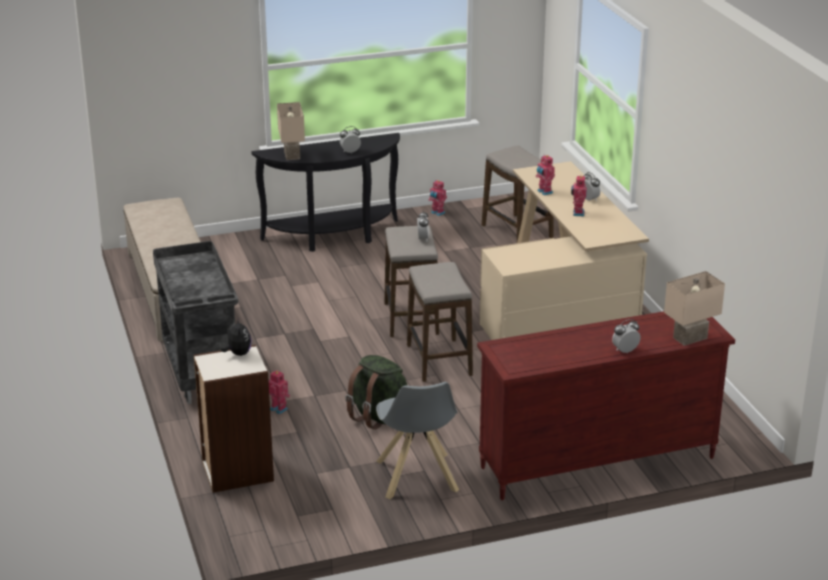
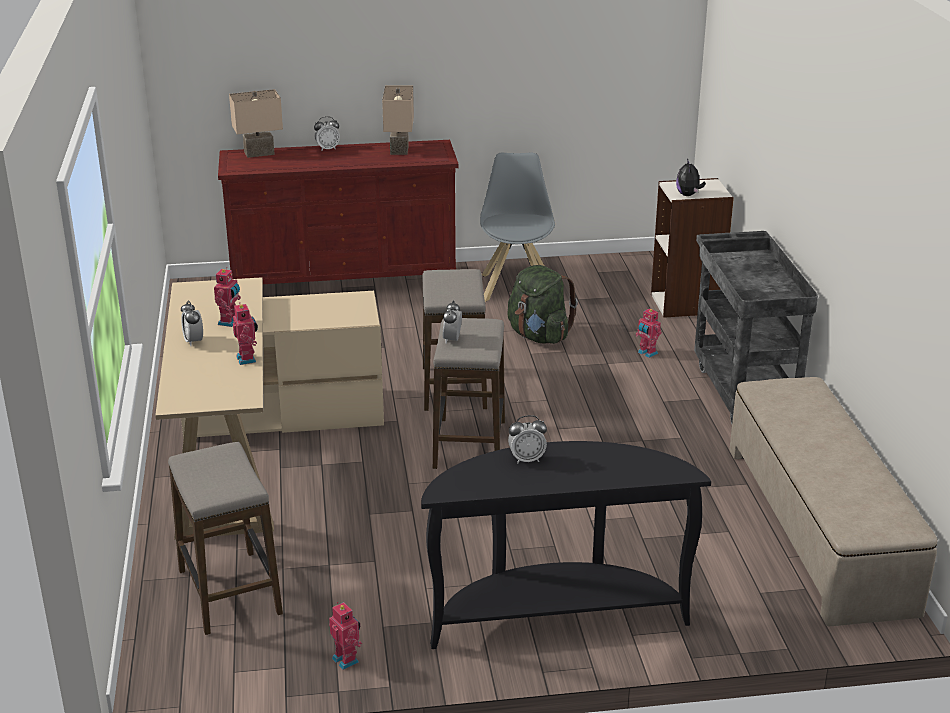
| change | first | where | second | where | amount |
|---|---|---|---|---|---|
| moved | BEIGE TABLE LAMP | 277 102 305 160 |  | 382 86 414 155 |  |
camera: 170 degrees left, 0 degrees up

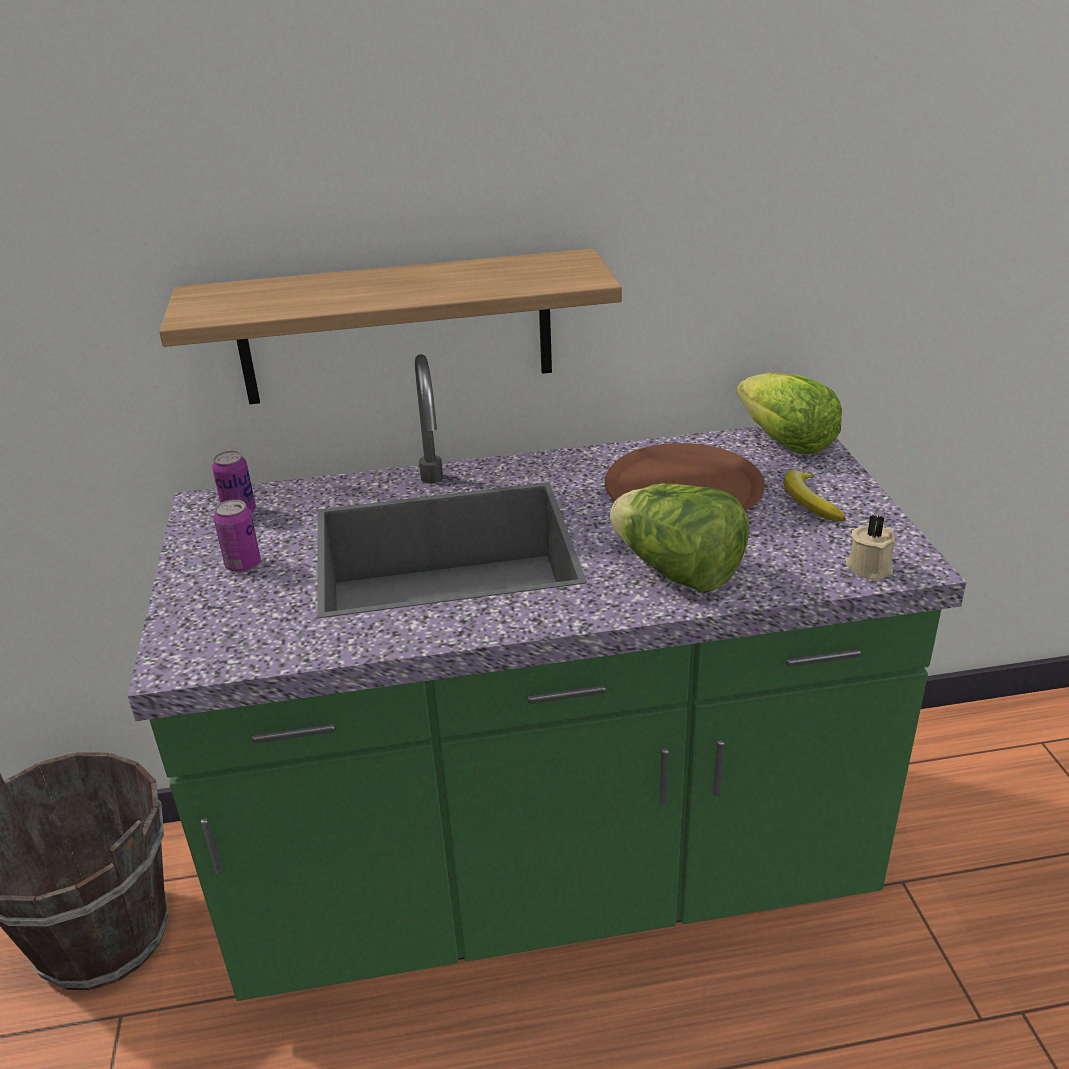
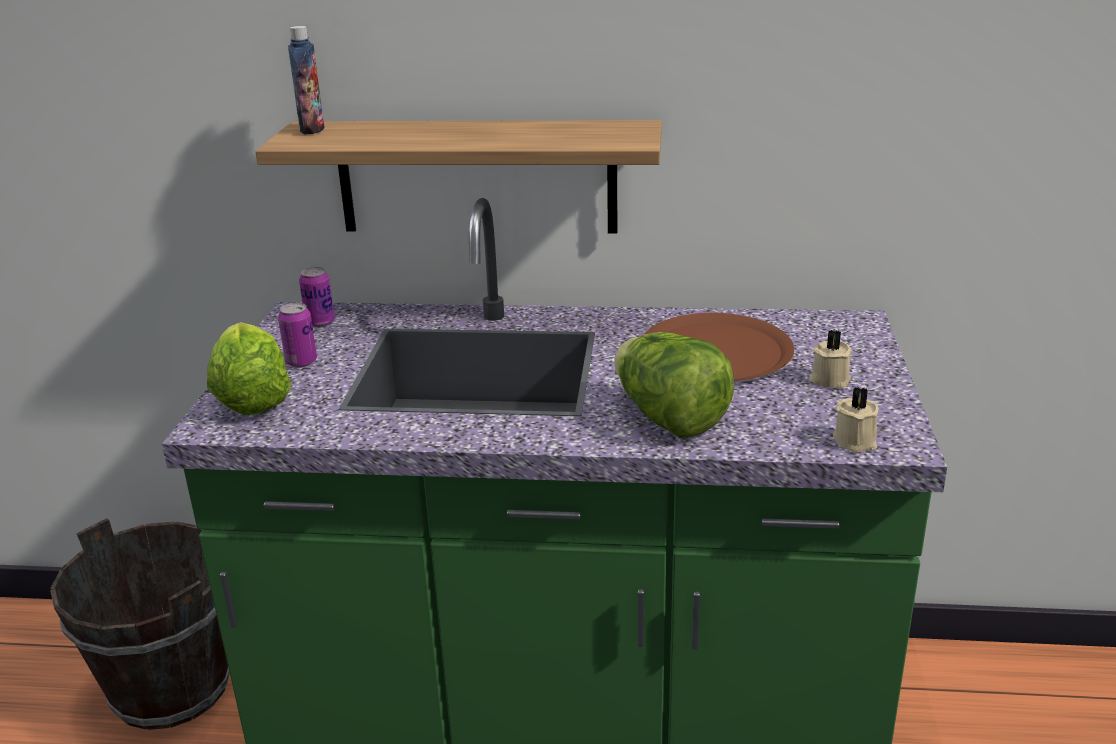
| change | first | where | second | where | amount |
|---|---|---|---|---|---|
| added |  |  | BEVERAGE BOTTLE | 288 26 324 135 |  |
| moved | LETTUCE HEAD | 737 373 842 454 |  | 207 322 291 415 |  |
| replaced | WHOLE BANANA | 783 470 846 522 | BEIGE WAX CANDLE | 809 330 852 388 |  |
camera: 15 degrees right, 5 degrees down

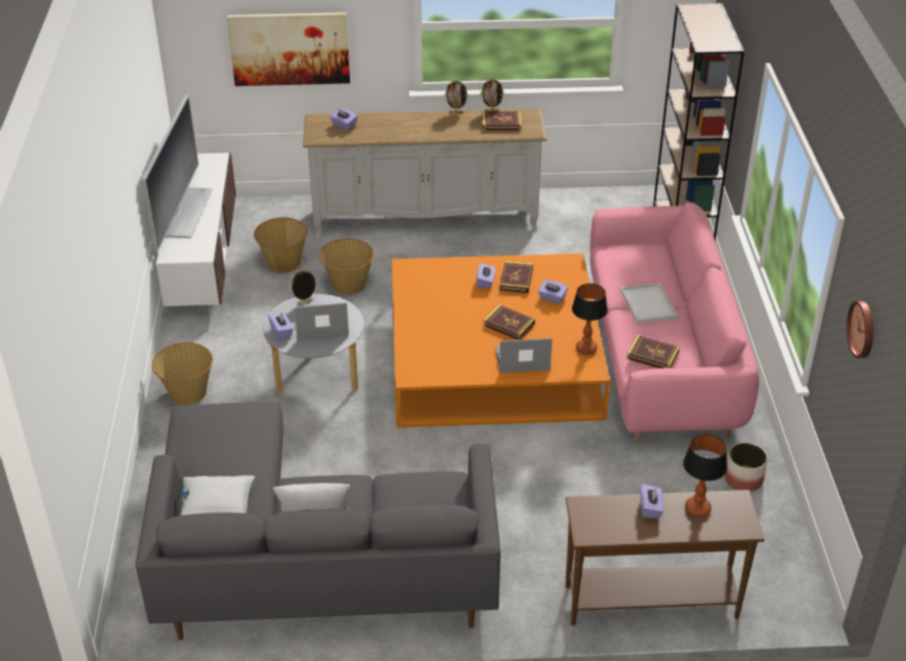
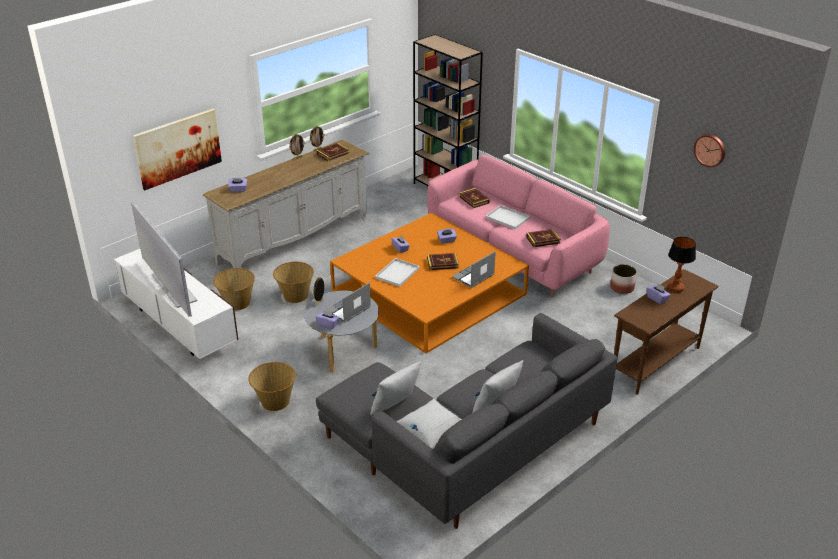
| change | first | where | second | where | amount |
|---|---|---|---|---|---|
| removed | TABLE LAMP | 572 283 608 355 |  |  |  |
| added |  |  | GREYISH THROW PILLOW | 370 361 422 415 |  |
| added |  |  | WHITISH CARRYING TRAY | 375 258 420 287 |  |
| moved | BOOK | 500 261 533 293 |  | 459 188 490 208 |  |
camera: 40 degrees left, 5 degrees down

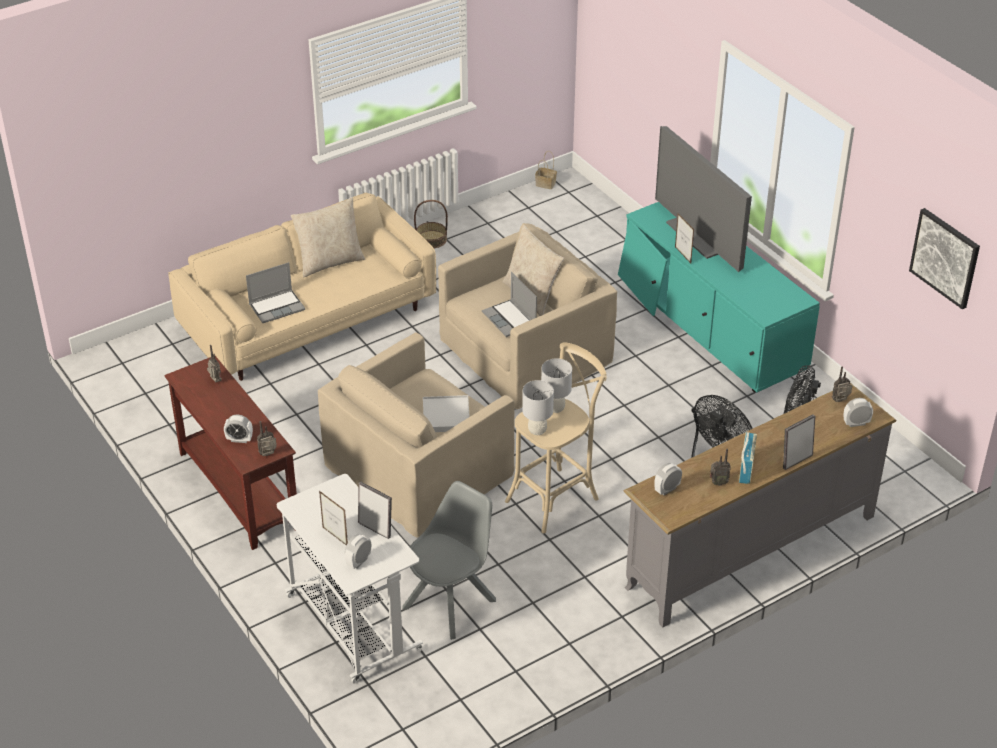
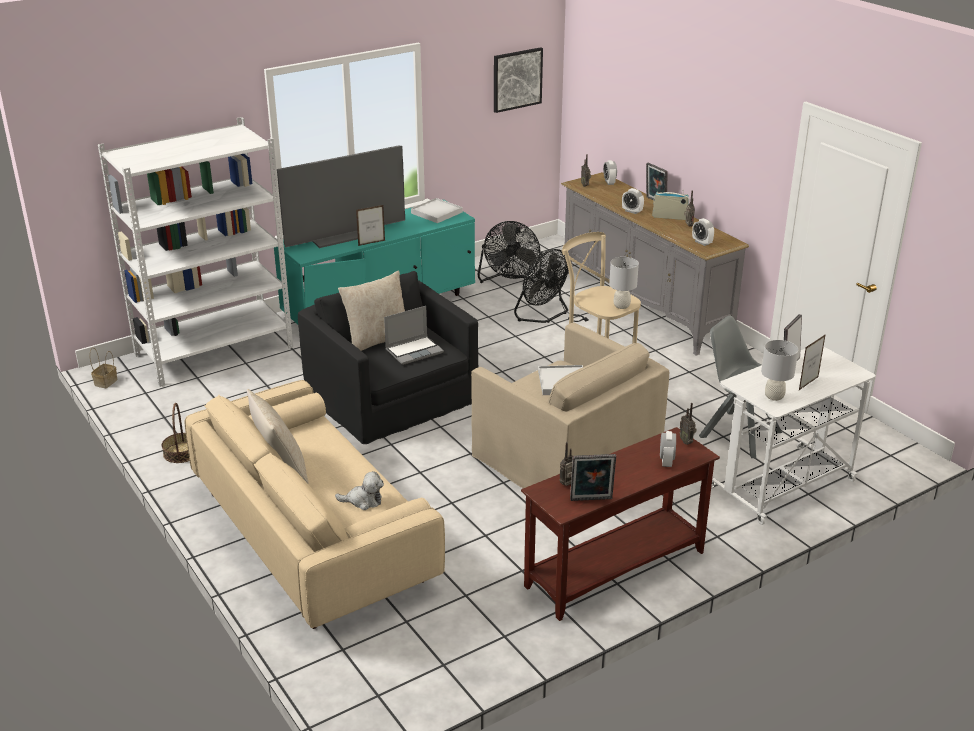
| change | first | where | second | where | amount |
|---|---|---|---|---|---|
| added |  |  | WHITISH BOOKSHELF | 98 117 293 387 |  |
| added |  |  | WHITISH CARRYING TRAY | 411 198 463 223 |  |
| added |  |  | PICTURE FRAME | 570 454 616 501 |  |
| moved | ALARM CLOCK | 345 535 371 569 |  | 622 188 644 214 |  |
| moved | GREYISH TABLE LAMP | 541 358 572 413 |  | 761 340 798 401 |  |
| replaced | PORTABLE COMPUTER | 246 262 305 323 | PLUSH TOY | 335 471 384 510 |  |
| recoloured | BEIGE LOUNGE CHAIR | 438 223 617 409 | BLACK LOUNGE CHAIR | 298 271 478 444 |  |
camera: 90 degrees left, 10 degrees down

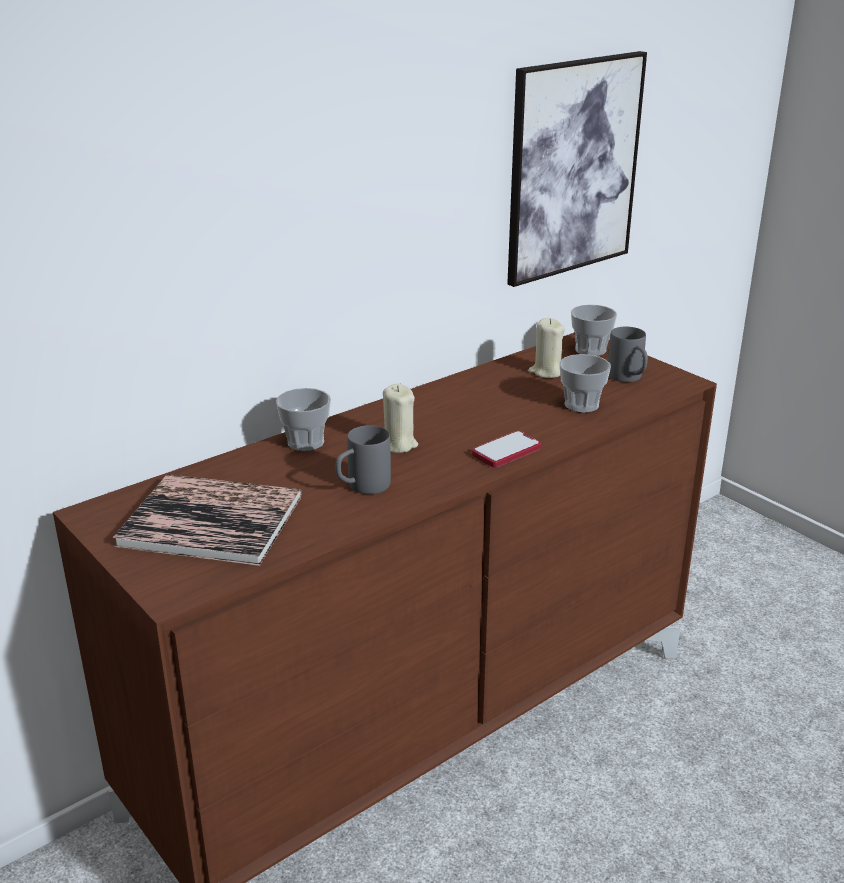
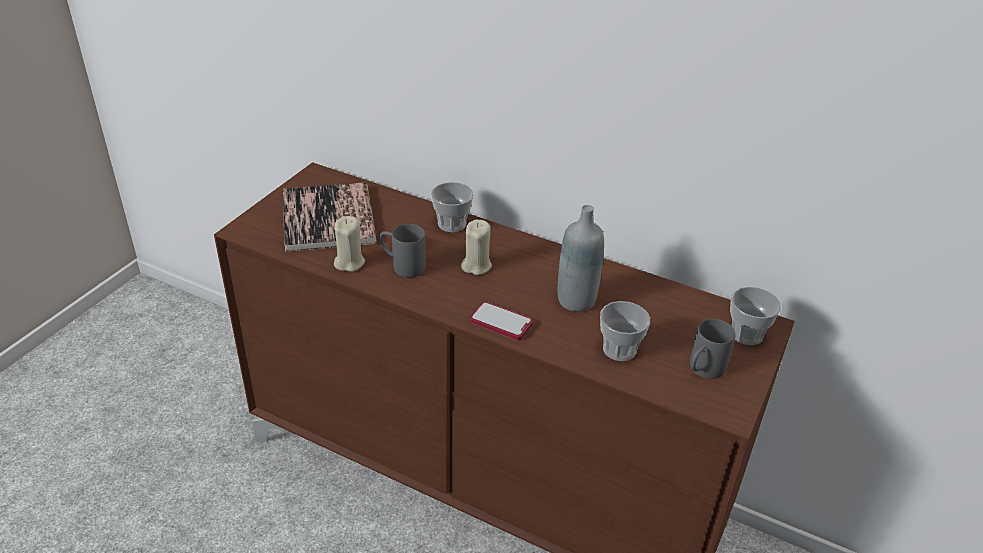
| change | first | where | second | where | amount |
|---|---|---|---|---|---|
| removed | PICTURE | 507 51 647 287 |  |  |  |
| added |  |  | GREYISH BEVERAGE BOTTLE | 558 205 604 312 |  |
| moved | BEIGE WAX CANDLE | 528 318 565 378 |  | 334 216 365 272 |  |
camera: 65 degrees right, 10 degrees up

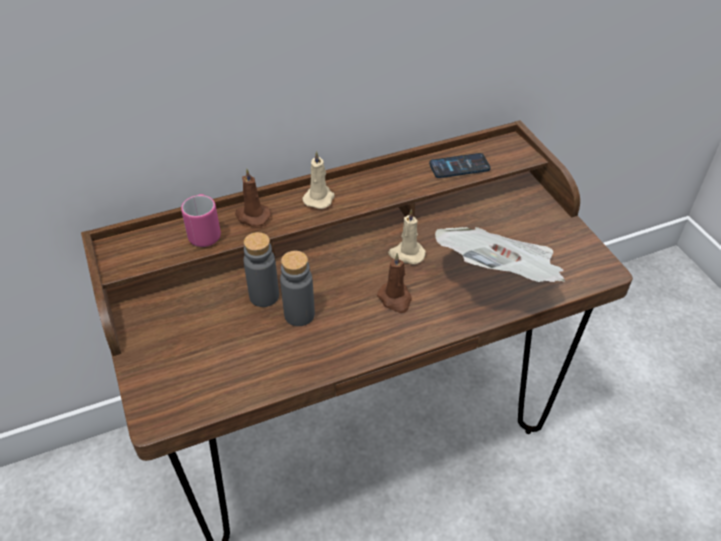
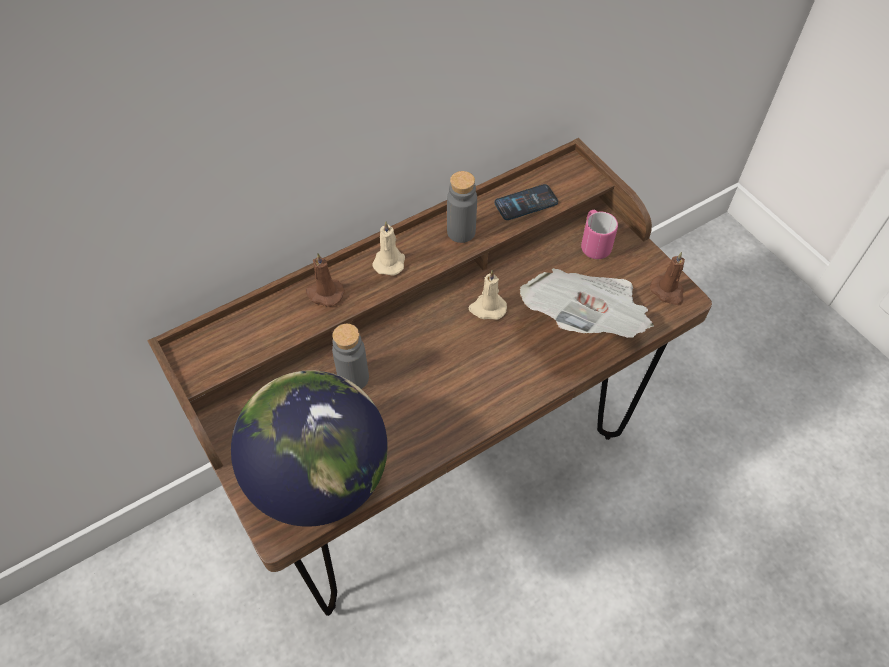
| change | first | where | second | where | amount |
|---|---|---|---|---|---|
| added |  |  | DESK GLOBE | 231 370 388 527 |  |
| moved | PINK-COLOURED COFFEE MUG | 181 194 221 247 |  | 581 210 618 259 |  |
| moved | GREYISH BEVERAGE BOTTLE | 280 251 315 326 |  | 447 171 477 243 |  |
| moved | BROWNISH WAX CANDLE | 377 253 412 313 |  | 650 252 685 305 |  |
camera: 10 degrees left, 10 degrees up

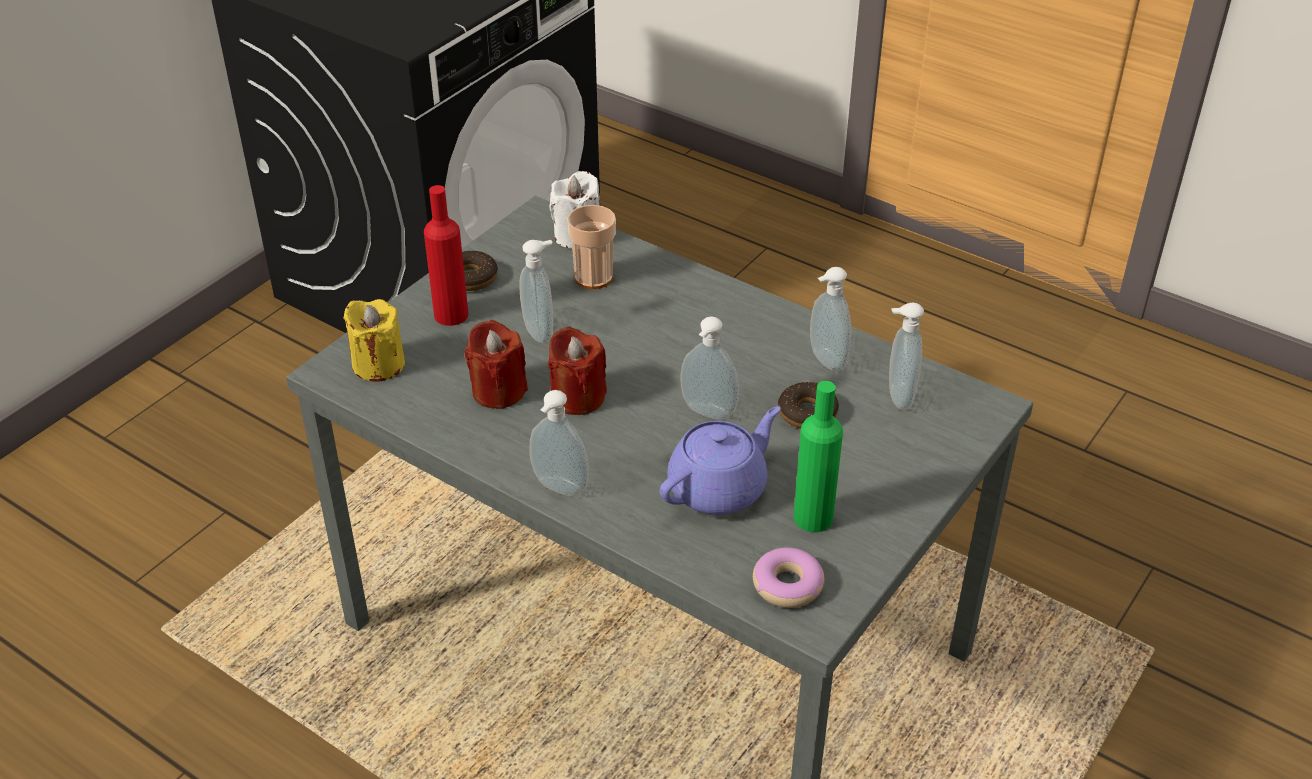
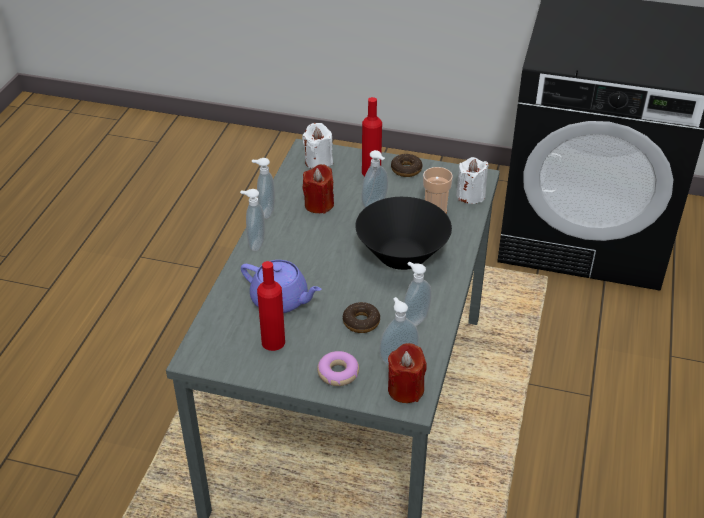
| change | first | where | second | where | amount |
|---|---|---|---|---|---|
| added |  |  | BLACK SERVING BOWL | 355 197 452 270 |  |
| moved | RED-COLOURED WAX CANDLE | 548 327 607 415 |  | 388 343 427 403 |  |
| moved | LIQUID SOAP BOTTLE | 681 316 739 420 |  | 252 158 275 219 |  |
| moved | RING DOUGHNUT | 753 547 824 608 |  | 317 351 359 386 |  |
| recoloured | YELLOWISH WAX CANDLE | 343 299 405 381 | WHITISH WAX CANDLE | 302 123 333 169 |  |
| recoloured | GREENISH BEVERAGE BOTTLE | 793 381 843 532 | RED-COLOURED BEVERAGE BOTTLE | 257 261 285 351 |  |
camera: 70 degrees right, 0 degrees up

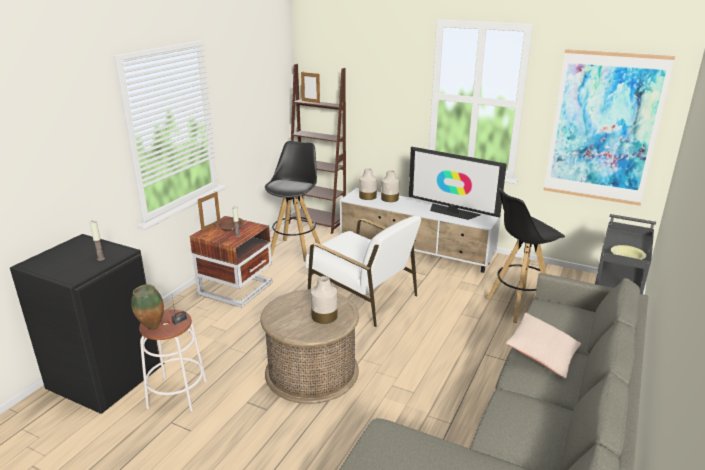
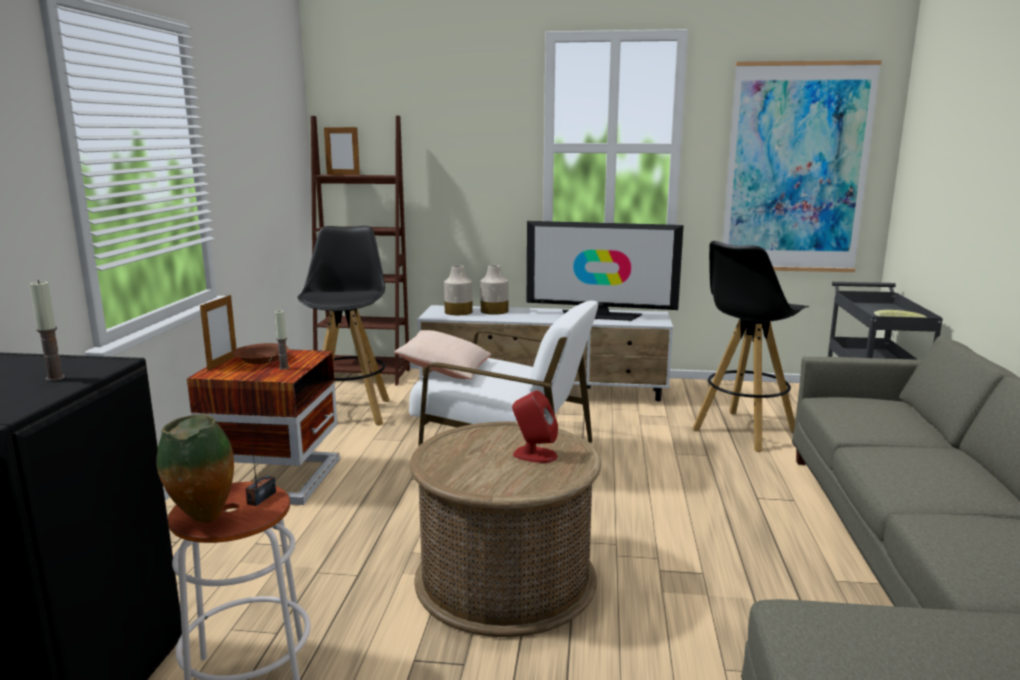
| change | first | where | second | where | amount |
|---|---|---|---|---|---|
| moved | BEIGE THROW PILLOW | 506 313 581 378 |  | 394 330 491 379 |  |
| replaced | BEIGE VASE | 311 276 338 324 | RED-COLOURED LOUDSPEAKER | 512 390 558 463 |  |
camera: 20 degrees left, 10 degrees down

